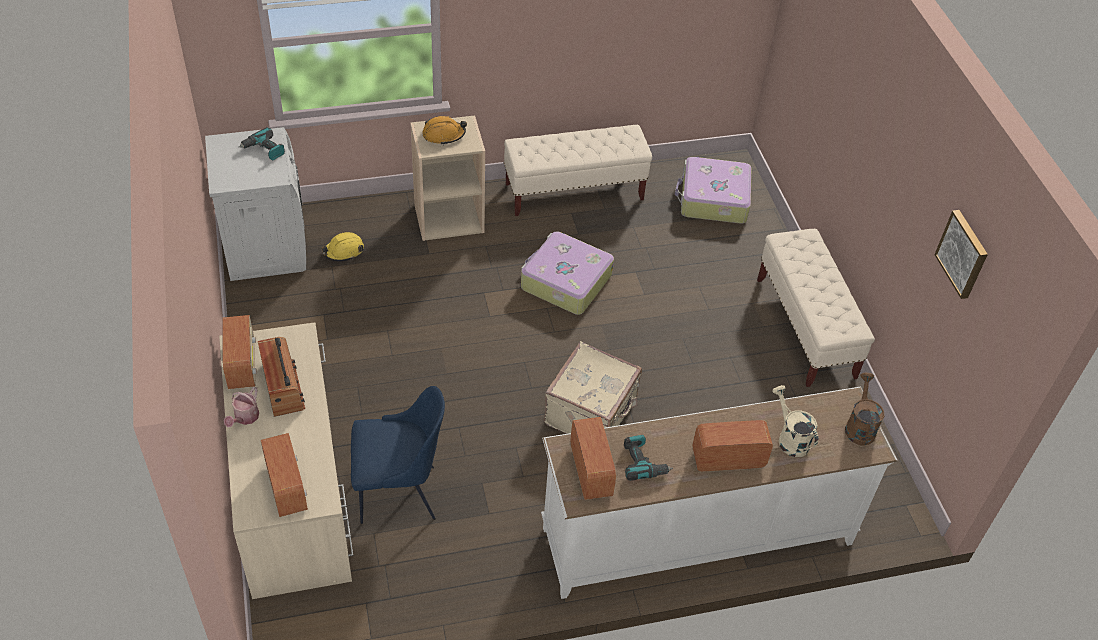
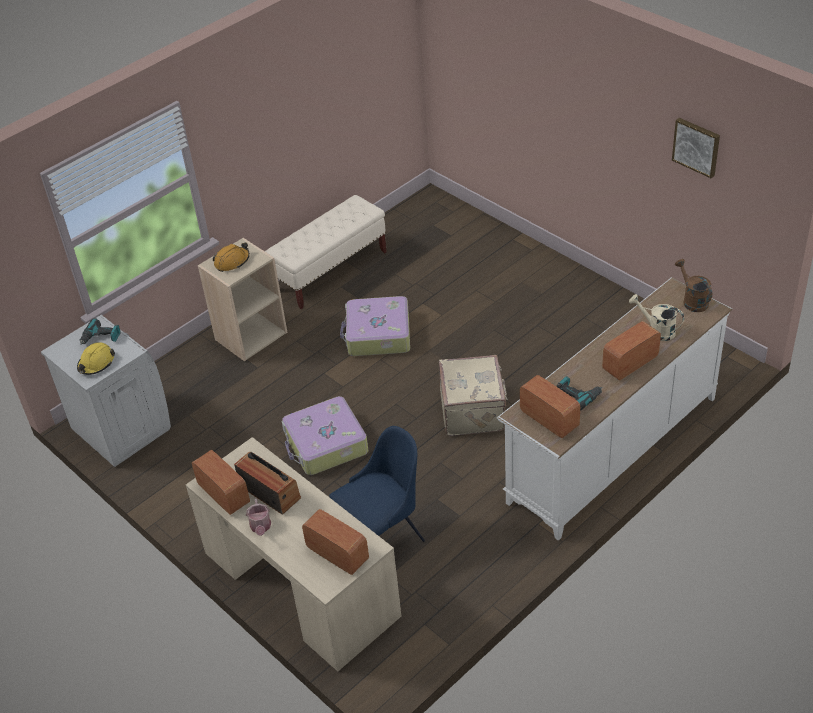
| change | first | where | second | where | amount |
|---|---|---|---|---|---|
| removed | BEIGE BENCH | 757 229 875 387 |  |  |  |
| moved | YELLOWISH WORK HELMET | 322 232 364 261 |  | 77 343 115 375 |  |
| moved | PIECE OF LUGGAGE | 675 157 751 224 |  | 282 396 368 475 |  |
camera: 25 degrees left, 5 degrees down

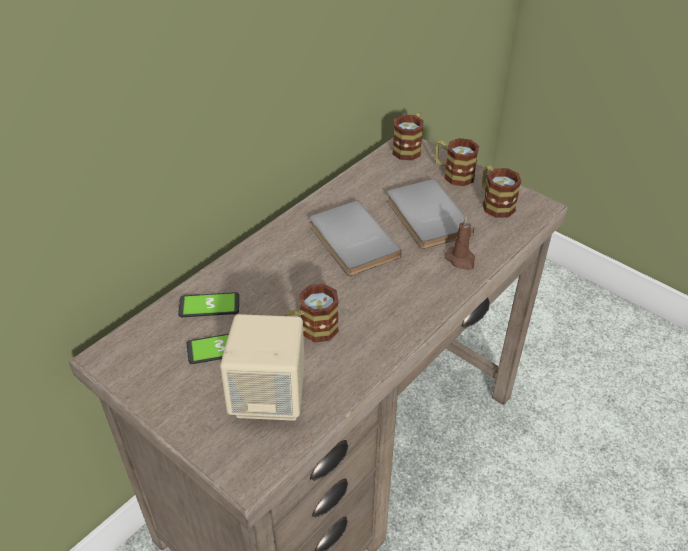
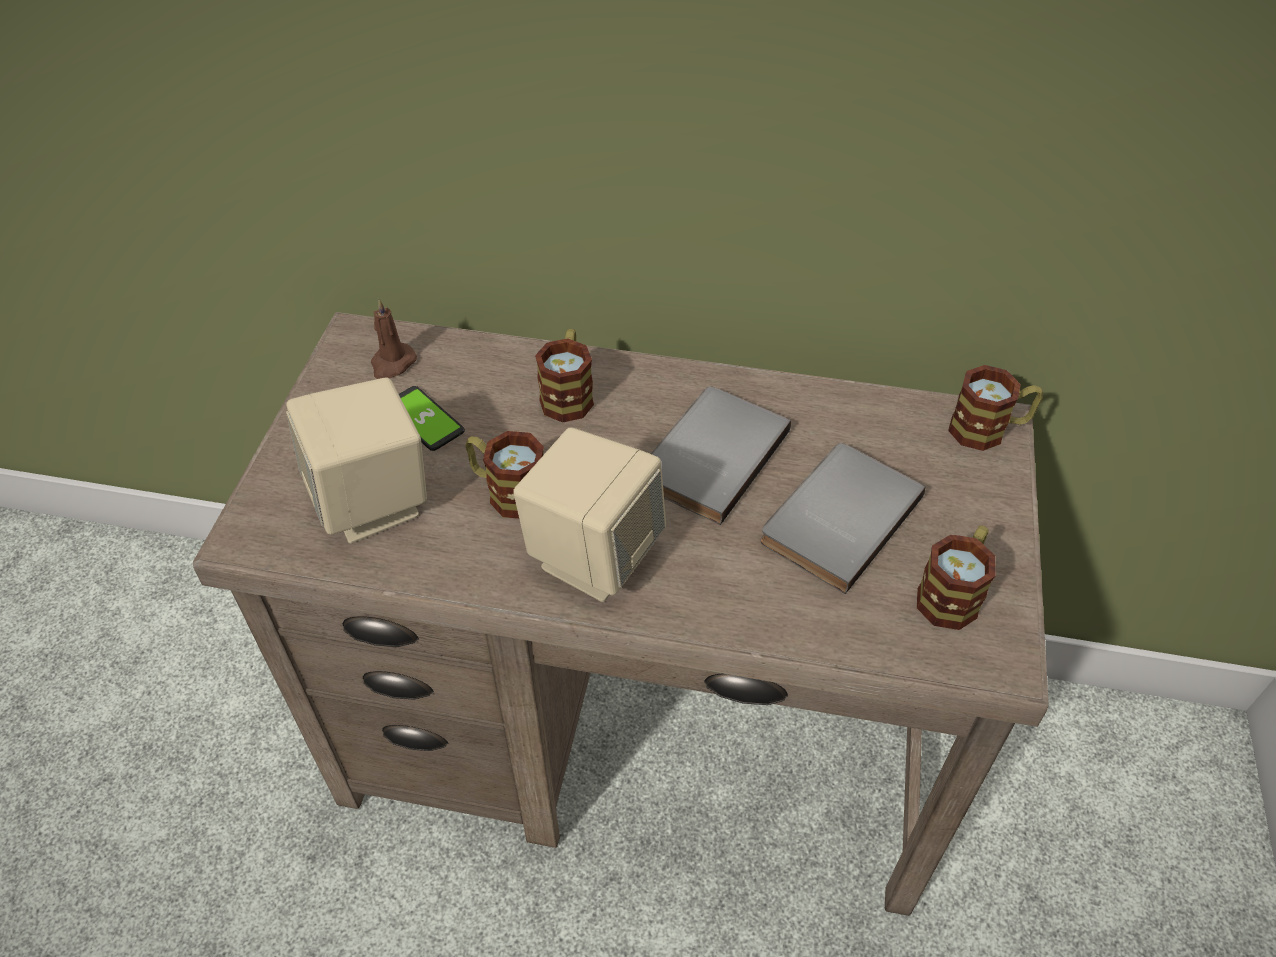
| change | first | where | second | where | amount |
|---|---|---|---|---|---|
| removed | HANDSET | 178 292 239 317 |  |  |  |
| added |  |  | BEIGE LOUDSPEAKER | 513 427 666 602 |  |
| moved | COFFEE MUG | 435 138 479 186 |  | 535 329 594 423 |  |
| moved | BROWNISH WAX CANDLE | 445 216 475 270 |  | 371 299 417 379 |  |
camera: 60 degrees right, 5 degrees up

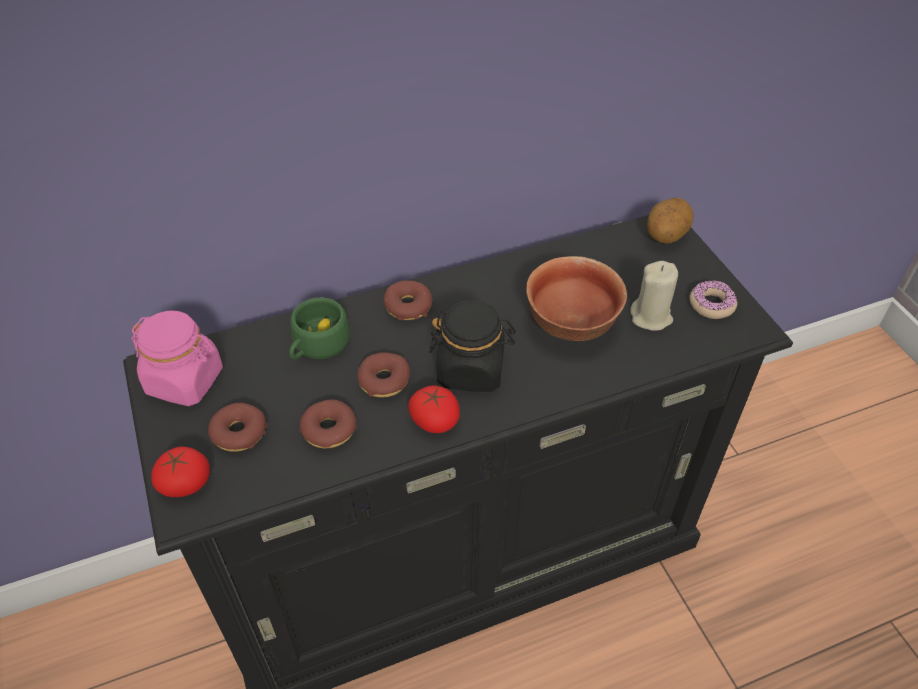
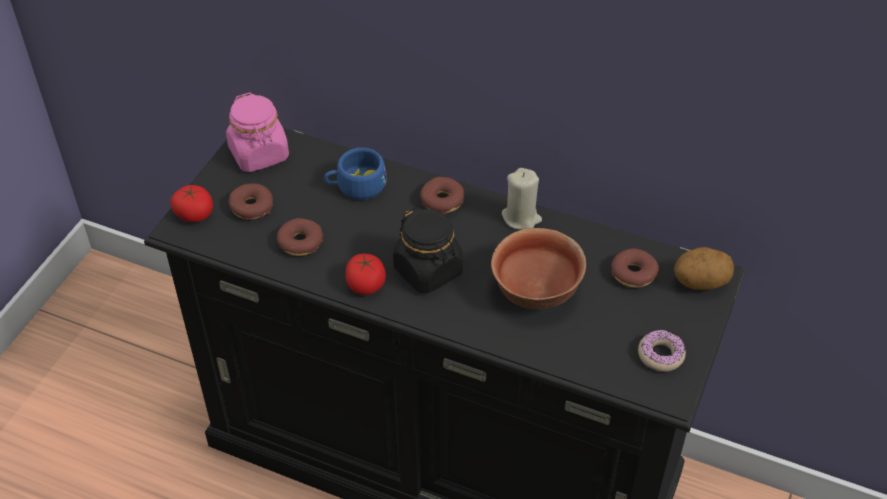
| change | first | where | second | where | amount |
|---|---|---|---|---|---|
| moved | RING DOUGHNUT | 357 352 410 398 |  | 611 248 659 288 |  |
| moved | BEIGE WAX CANDLE | 630 261 678 331 |  | 502 168 542 230 |  |
| recoloured | GREENISH DRINKING CUP | 289 297 350 359 | BLUE-COLOURED DRINKING CUP | 324 148 387 200 |  |
camera: 45 degrees right, 0 degrees up

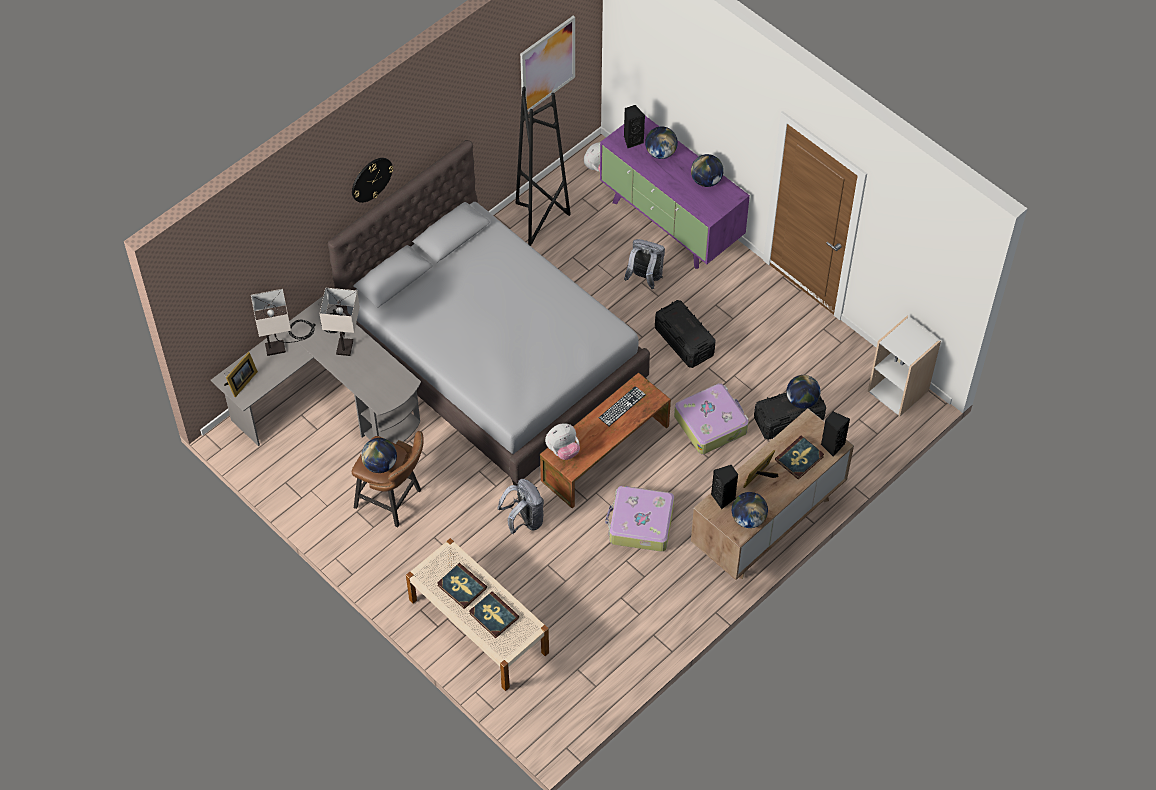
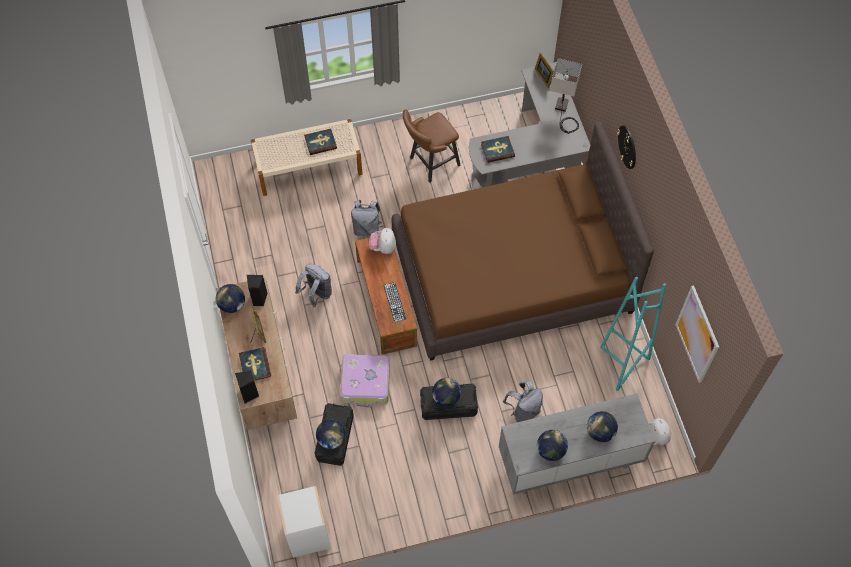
| change | first | where | second | where | amount |
|---|---|---|---|---|---|
| removed | TABLE LAMP | 320 288 360 356 |  |  |  |
| removed | BLACK LOUDSPEAKER | 624 105 645 148 |  |  |  |
| moved | DESK GLOBE | 361 438 397 473 |  | 432 378 461 407 |  |
| moved | BOOK | 469 591 519 638 |  | 481 136 515 163 |  |
| replaced | PIECE OF LUGGAGE | 605 486 674 552 | GREYISH KNAPSACK | 295 264 332 307 |  |
| recoloured | GREYISH BED | 328 140 650 486 | BROWNISH BED | 392 121 654 361 |  |
| recoloured | BLACK GARMENT STAND | 516 87 571 246 | TURQUOISE GARMENT STAND | 601 277 666 391 |  |
| recoloured | PURPLE-COLOURED DRAWER CHEST | 600 116 750 269 | GREYISH DRAWER CHEST | 499 393 655 495 |  |
camera: 120 degrees right, 5 degrees up

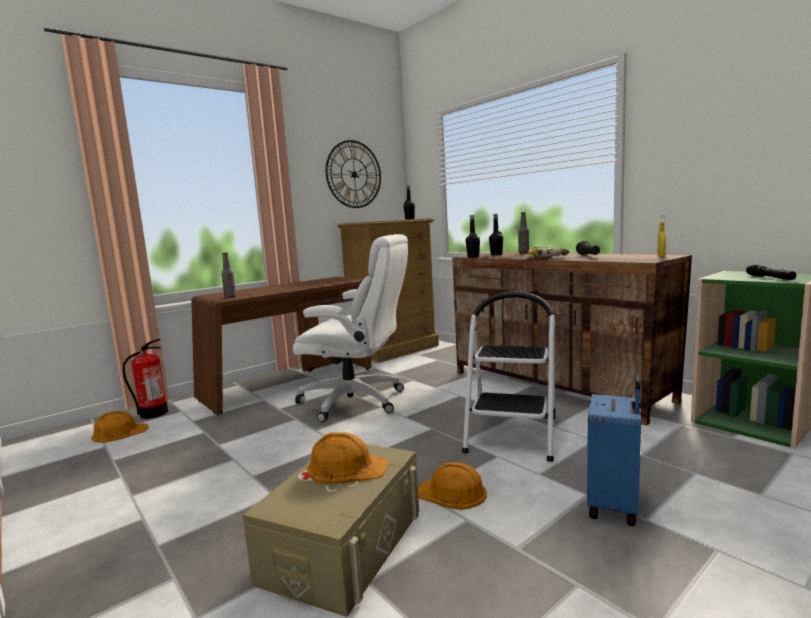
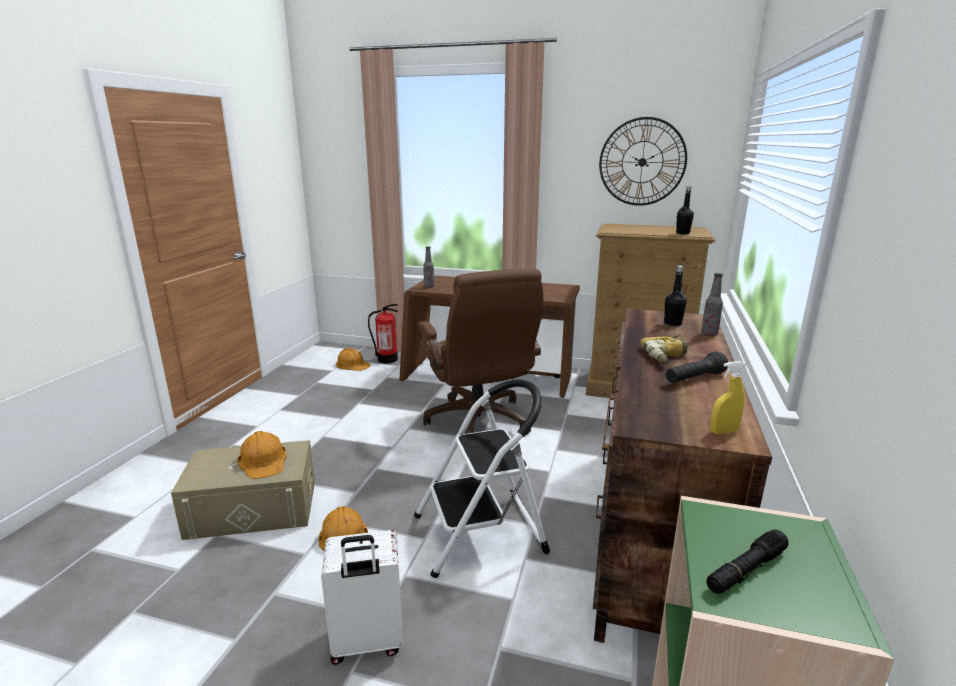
| change | first | where | second | where | amount |
|---|---|---|---|---|---|
| removed | BLACK BEVERAGE BOTTLE | 466 215 480 258 |  |  |  |
| recoloured | WHITISH COMPUTER CHAIR | 293 234 408 422 | BROWNISH COMPUTER CHAIR | 418 268 544 435 |  |
| recoloured | BLUE-COLOURED PIECE OF LUGGAGE | 587 375 641 526 | WHITISH PIECE OF LUGGAGE | 321 530 403 665 |  |
camera: 55 degrees right, 10 degrees up

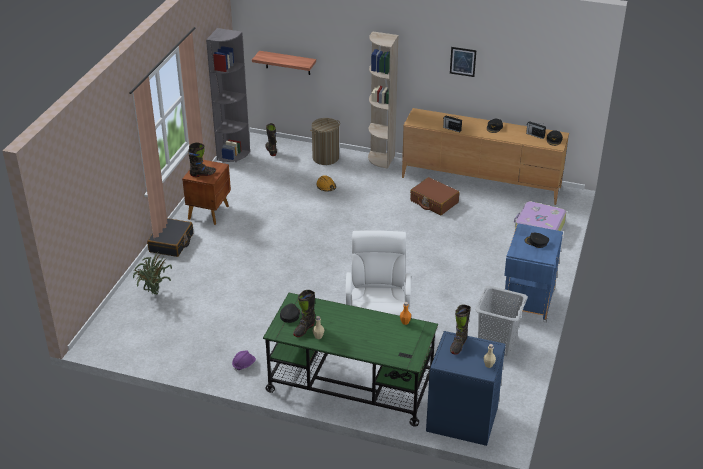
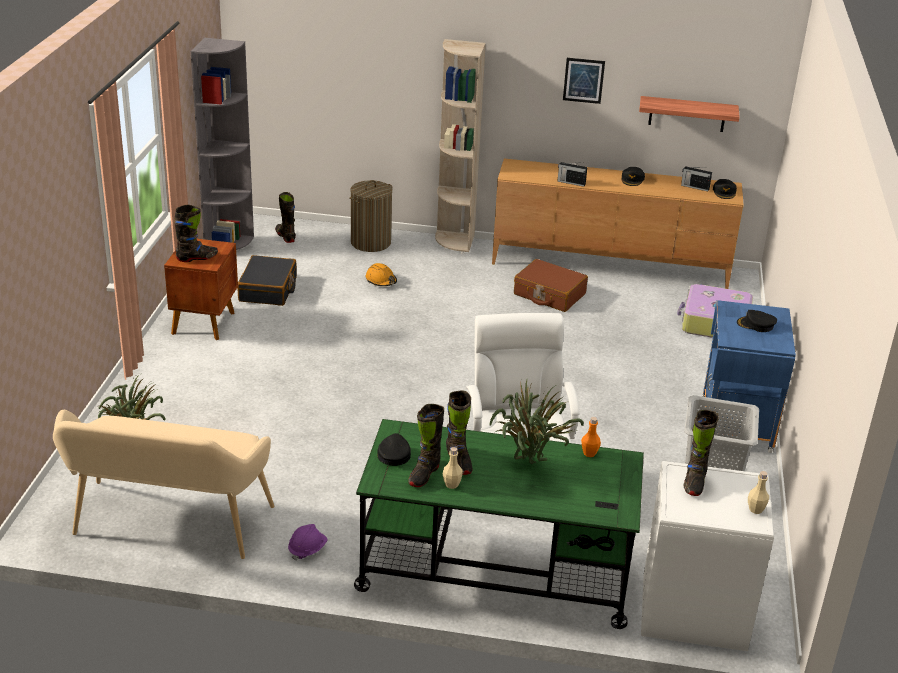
| change | first | where | second | where | amount |
|---|---|---|---|---|---|
| added |  |  | BEIGE BENCH | 53 410 274 559 |  |
| added |  |  | BLACK HIGH-TOP BOOT | 446 390 473 475 |  |
| added |  |  | POTTED PLANT | 489 380 584 464 |  |
| moved | BLACK PIECE OF LUGGAGE | 147 218 193 257 |  | 237 255 297 306 |  |
| moved | BRACKET SHELF | 252 51 316 75 |  | 639 96 740 132 |  |
| recoloured | BLUE-COLOURED LAUNDRY MACHINE | 426 331 506 446 | WHITISH LAUNDRY MACHINE | 641 461 774 651 |  |
camera: 10 degrees left, 5 degrees down

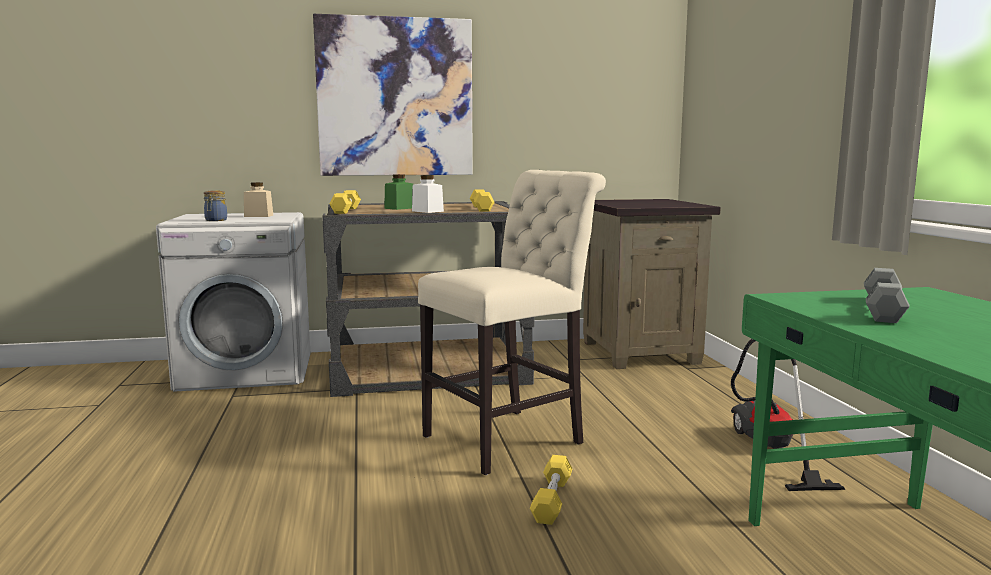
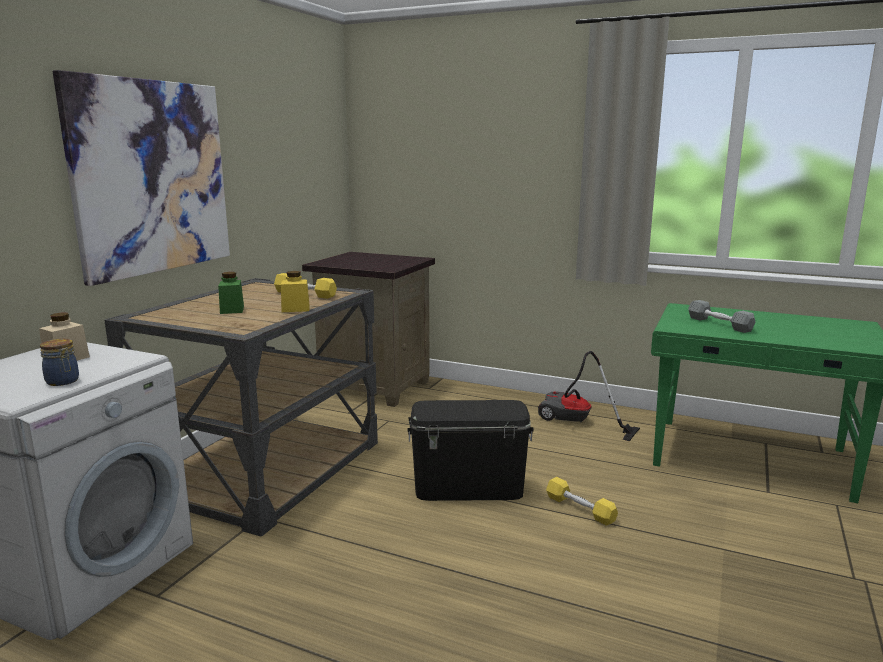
| change | first | where | second | where | amount |
|---|---|---|---|---|---|
| removed | YELLOWISH HAND WEIGHT | 330 190 361 214 |  |  |  |
| replaced | BEIGE STOOL SEAT | 418 170 606 475 | BLACK STORAGE CONTAINER | 408 400 534 501 |  |
| recoloured | WHITISH STORAGE JAR | 412 175 444 213 | YELLOWISH STORAGE JAR | 281 271 310 312 |  |
camera: 55 degrees left, 5 degrees up

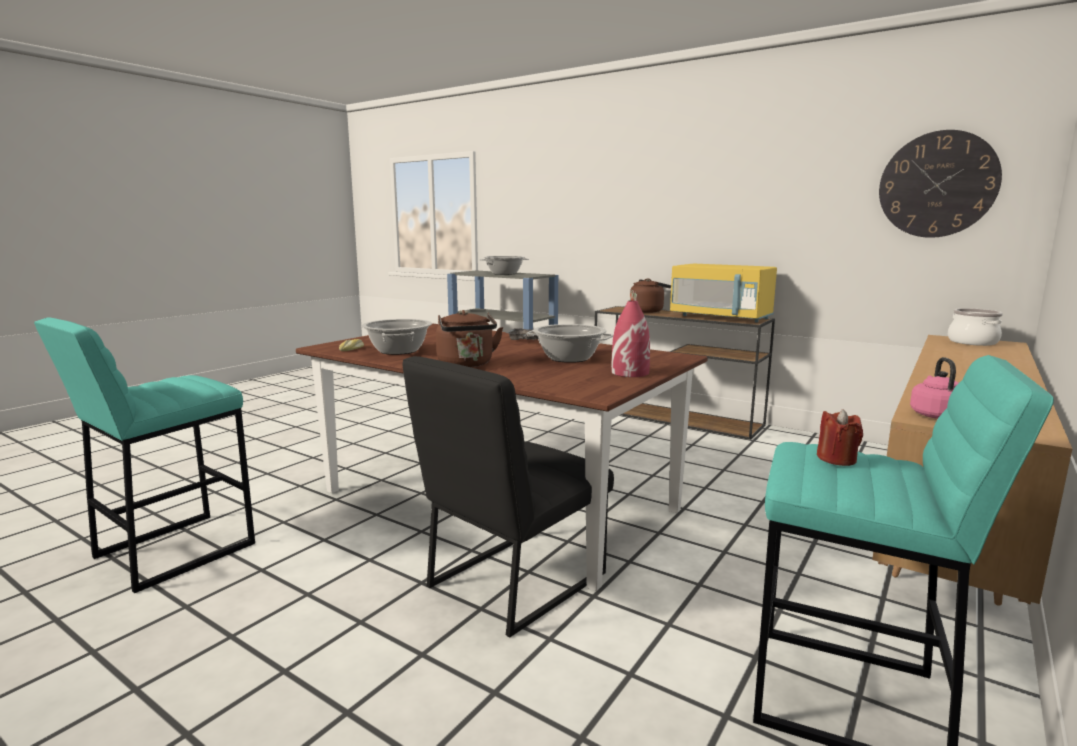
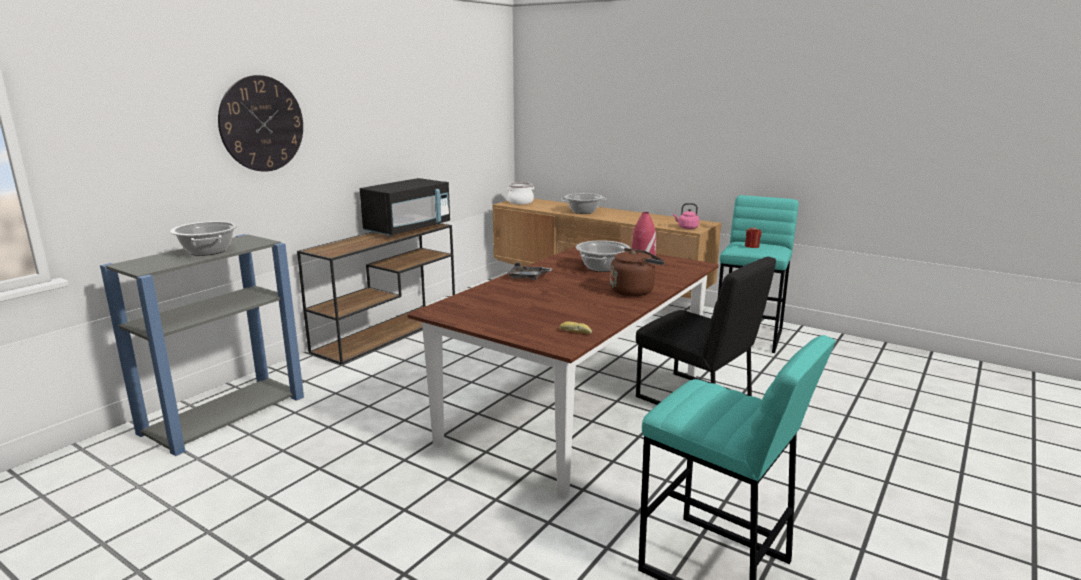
| change | first | where | second | where | amount |
|---|---|---|---|---|---|
| removed | BROWNISH TEA KETTLE | 630 278 671 313 |  |  |  |
| moved | COOKING POT | 361 319 432 355 |  | 561 193 607 214 |  |
| moved | CLOCK ON THE WALL | 879 130 1002 238 |  | 218 75 303 172 |  |
| recoloured | YELLOWISH KITCHEN MICROWAVE | 670 264 777 323 | BLACK KITCHEN MICROWAVE | 360 178 450 237 |  |
camera: 90 degrees left, 5 degrees up

